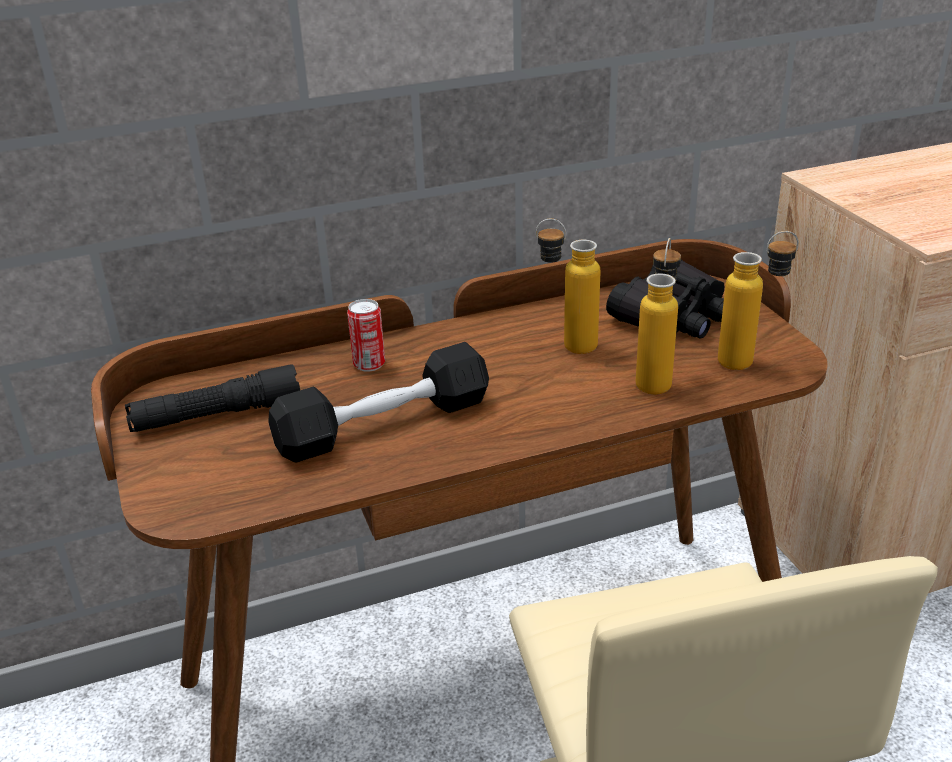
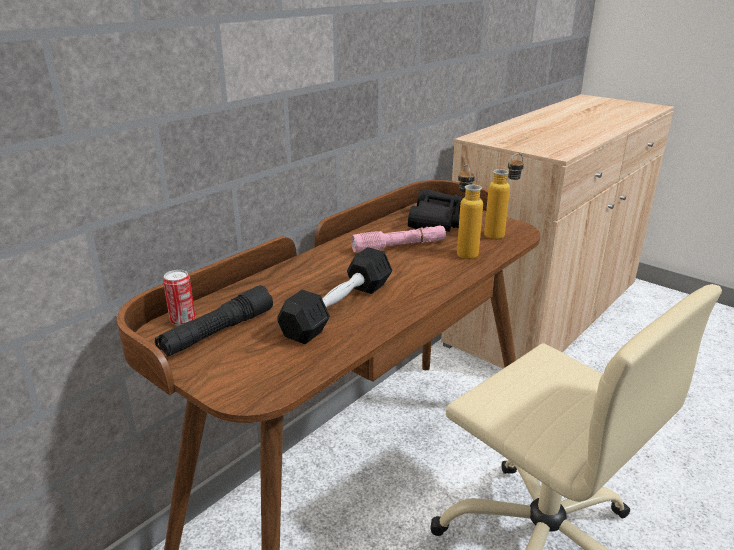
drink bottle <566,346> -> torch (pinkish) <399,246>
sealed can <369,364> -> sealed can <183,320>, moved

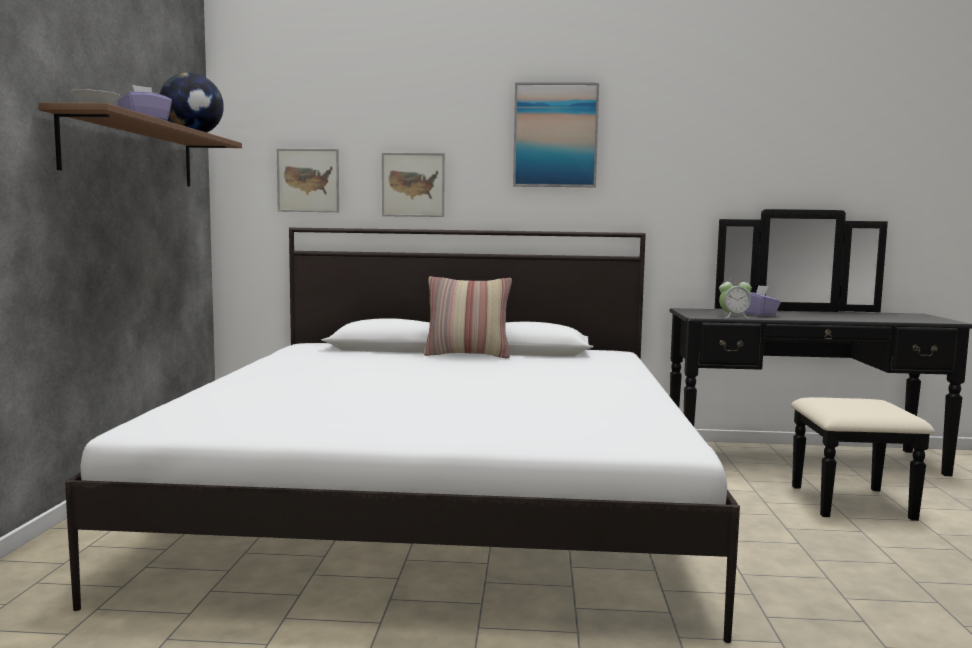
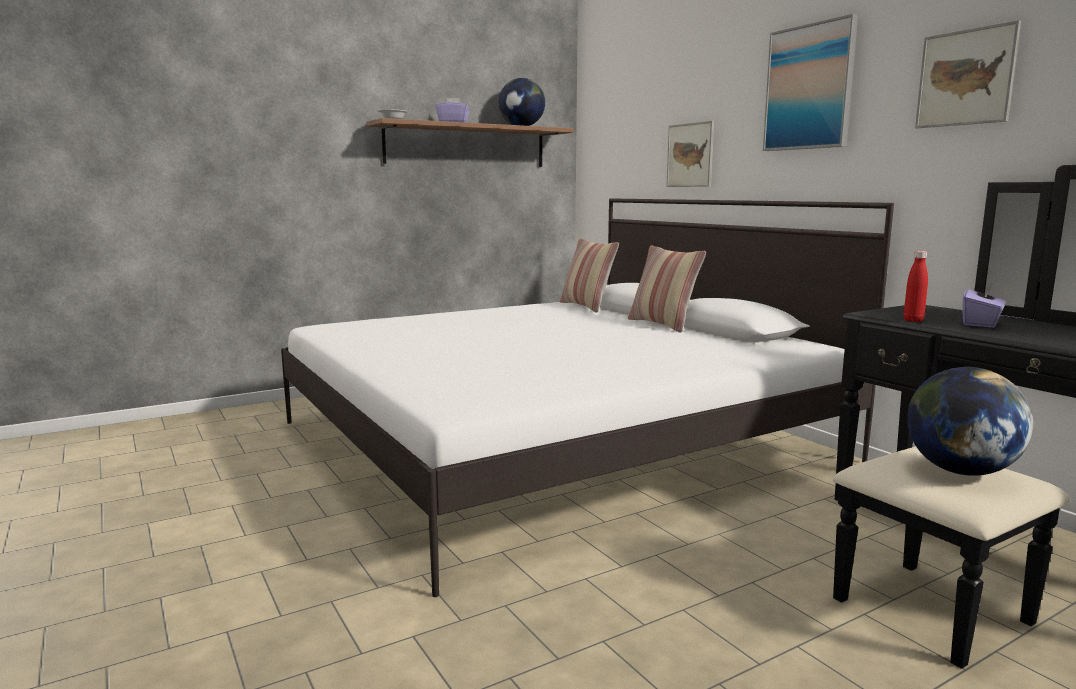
wall art <308,180> -> wall art <965,78>, moved
alarm clock <734,317> -> drink bottle (red) <913,320>
none -> pillow <586,306>
none -> world globe <960,471>

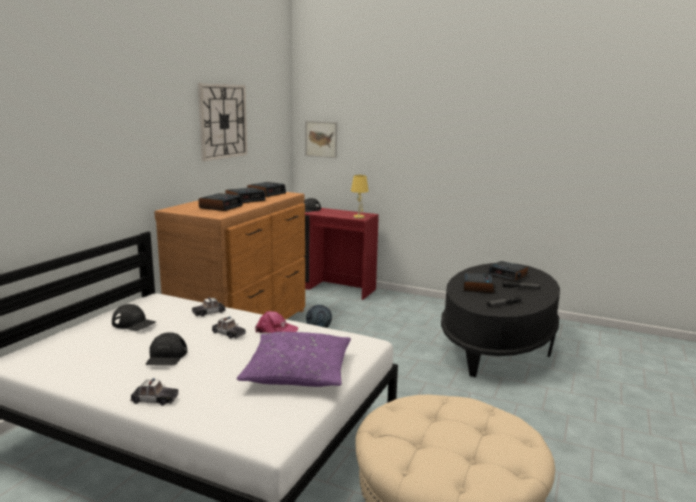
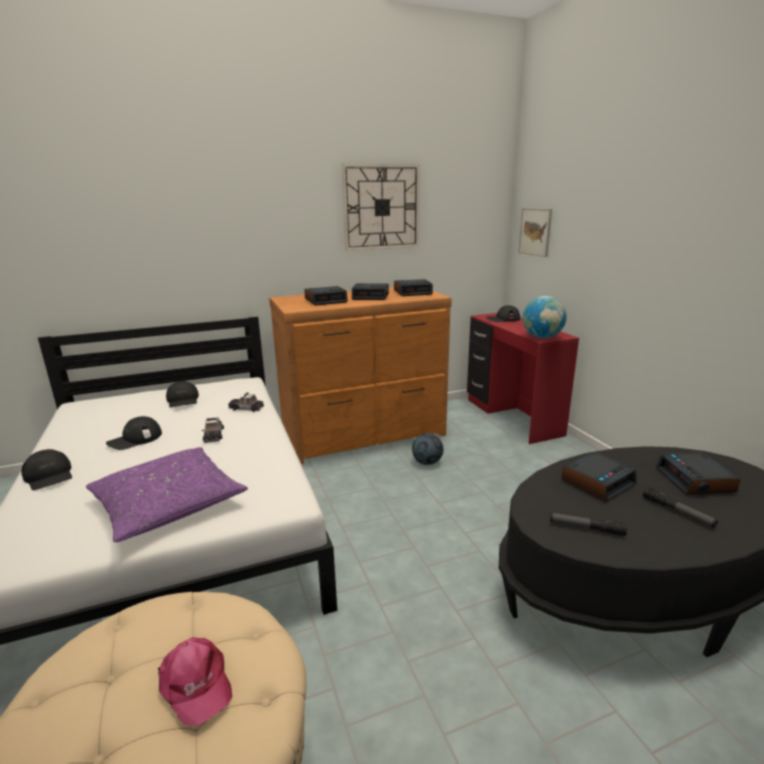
table lamp (yellowish) <359,217> -> world globe <542,337>
peaked cap (pinkish) <275,330> -> peaked cap (pinkish) <195,684>, moved
toy car <154,399> -> peaked cap (black) <49,476>

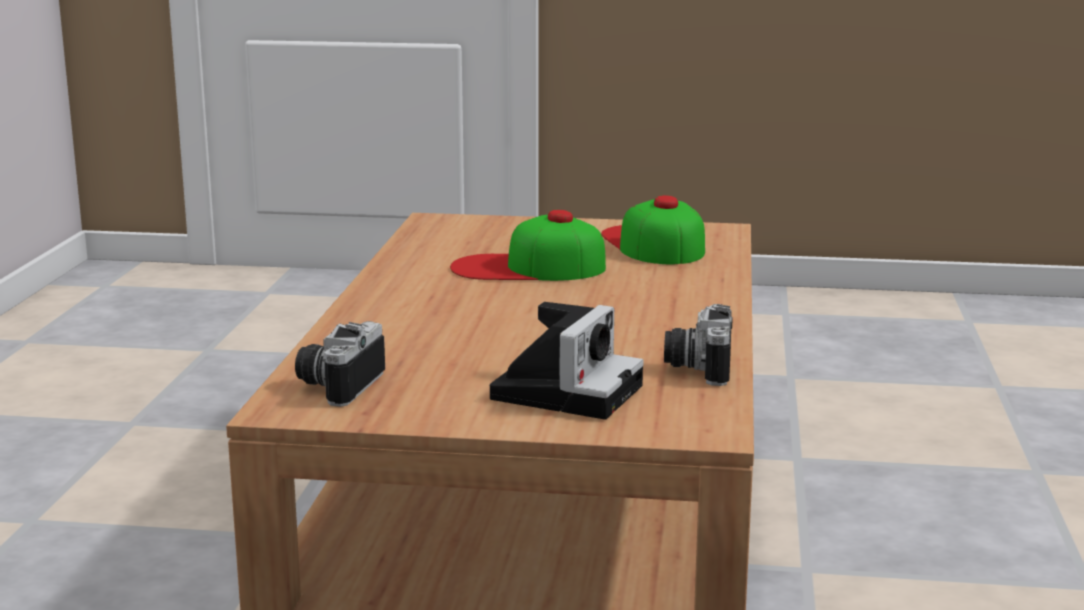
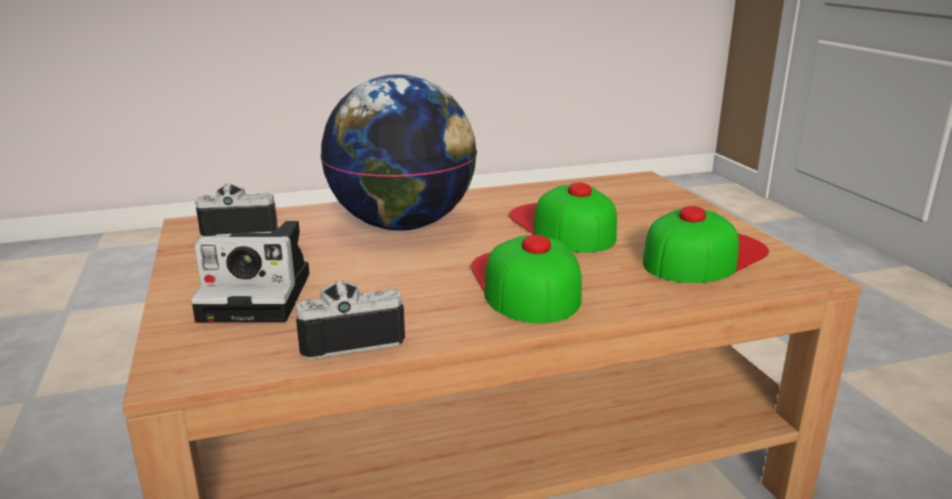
none -> world globe <403,225>
none -> peaked cap <524,283>

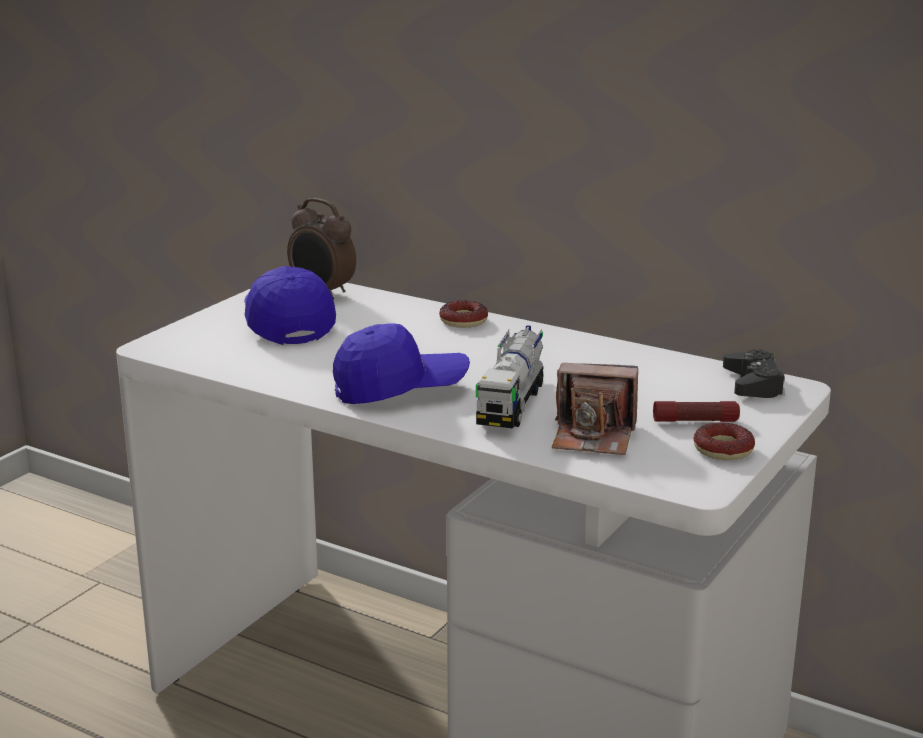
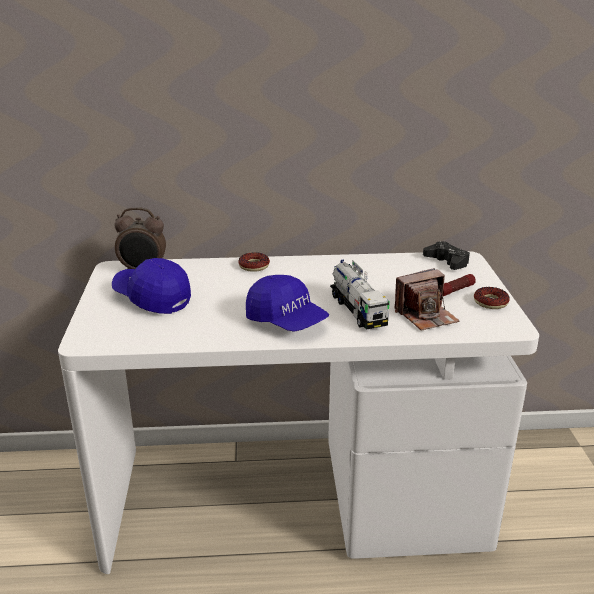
peaked cap (bluish) <400,390> -> peaked cap (bluish) <286,321>, 90 degrees clockwise

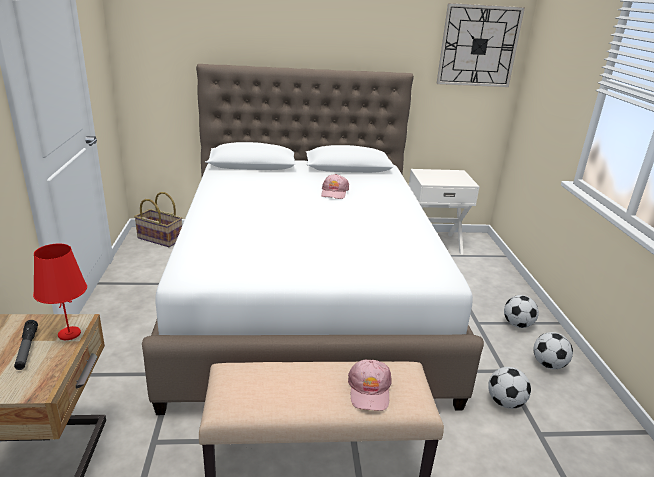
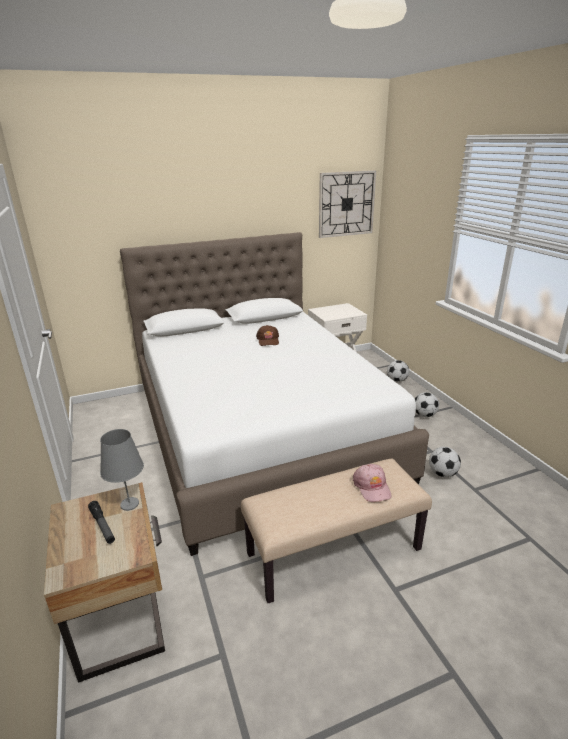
peaked cap (pinkish) <334,192> -> peaked cap (brown) <268,340>
household basket <159,239> -> none
table lamp (red) <69,334> -> table lamp (grey) <129,504>
ball for football <548,364> -> ball for football <397,380>, moved

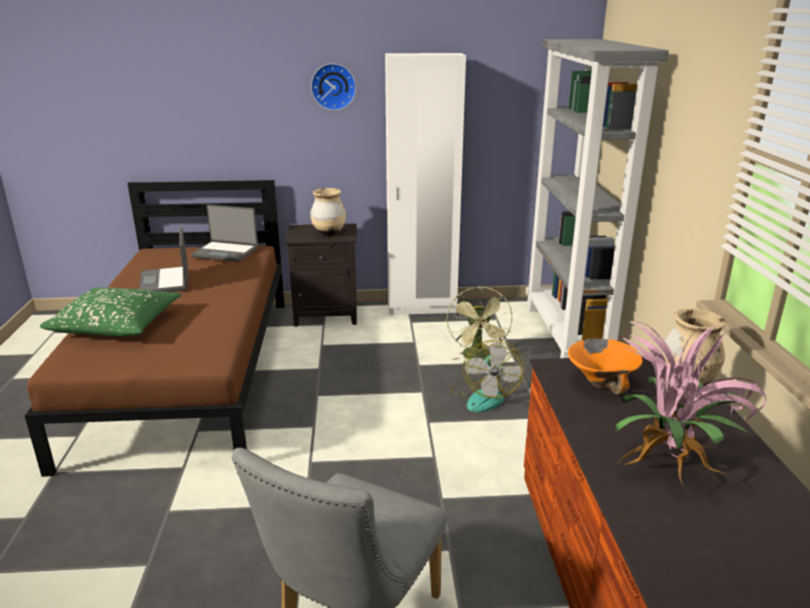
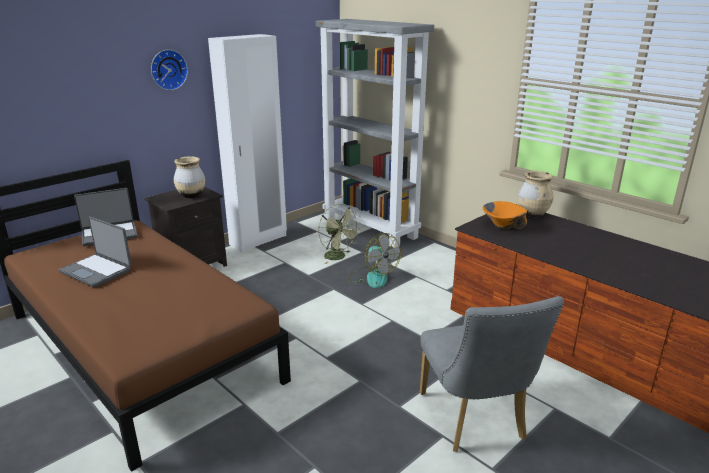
pillow (green) <117,325> -> none
potted plant <671,463> -> none

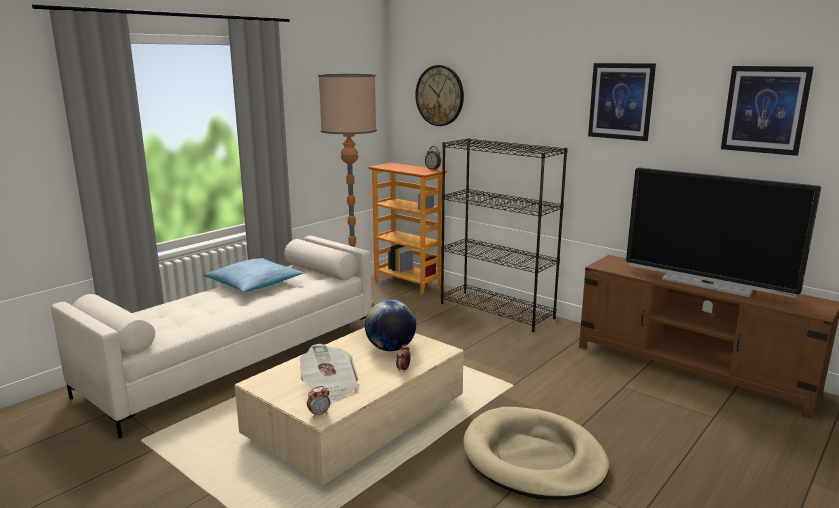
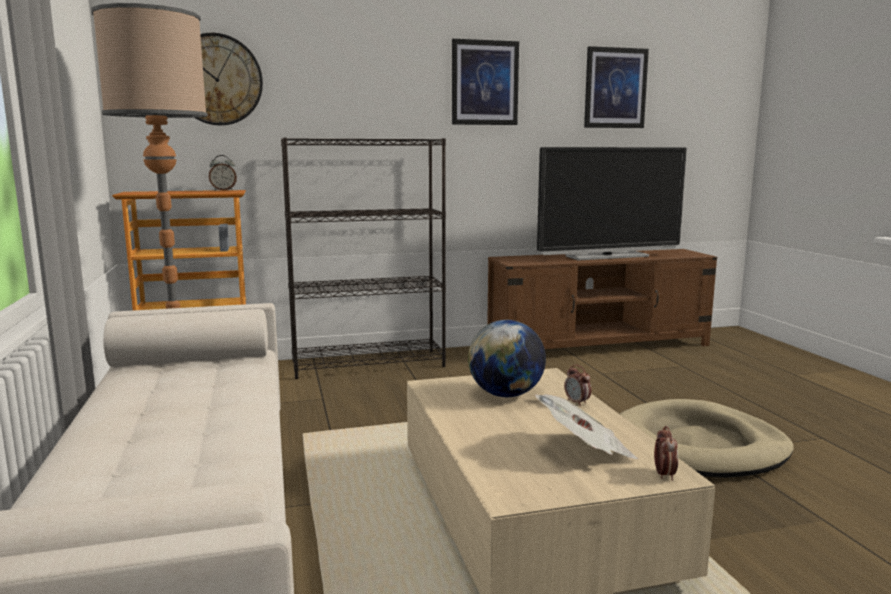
pillow <254,284> -> none

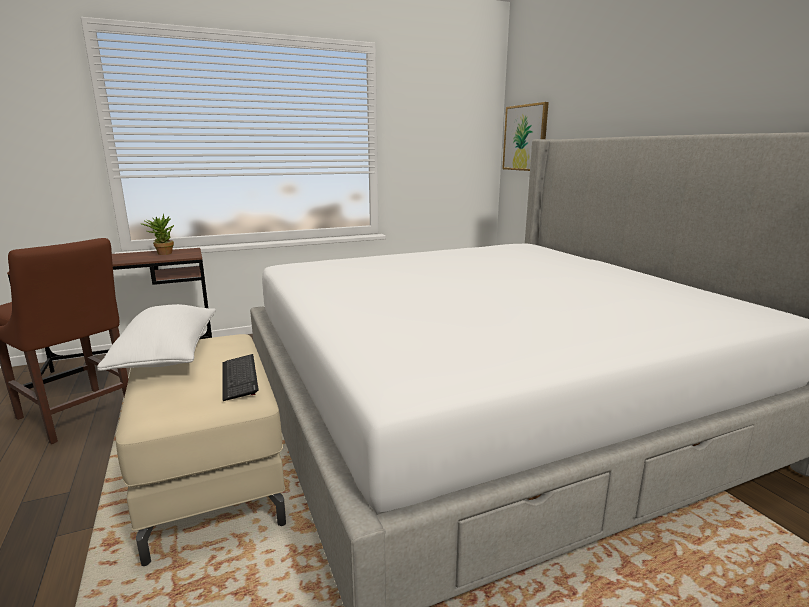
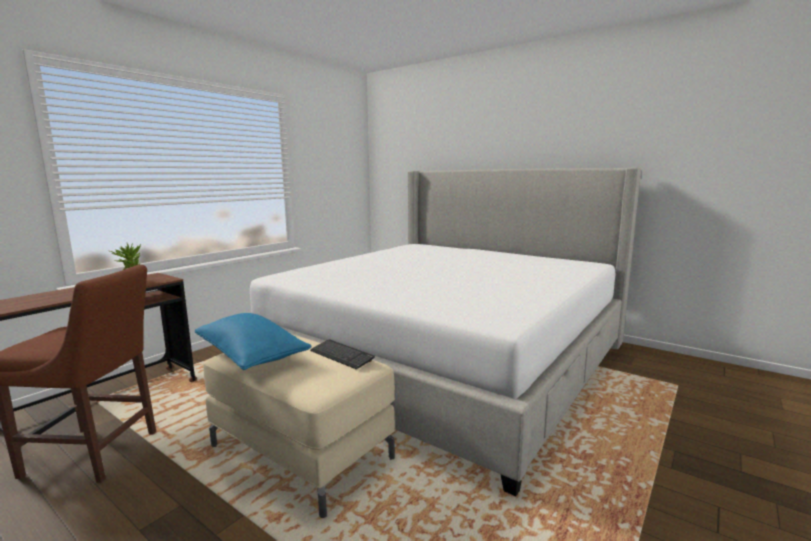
wall art <525,138> -> none
pillow (white) <168,355> -> pillow (bluish) <251,356>

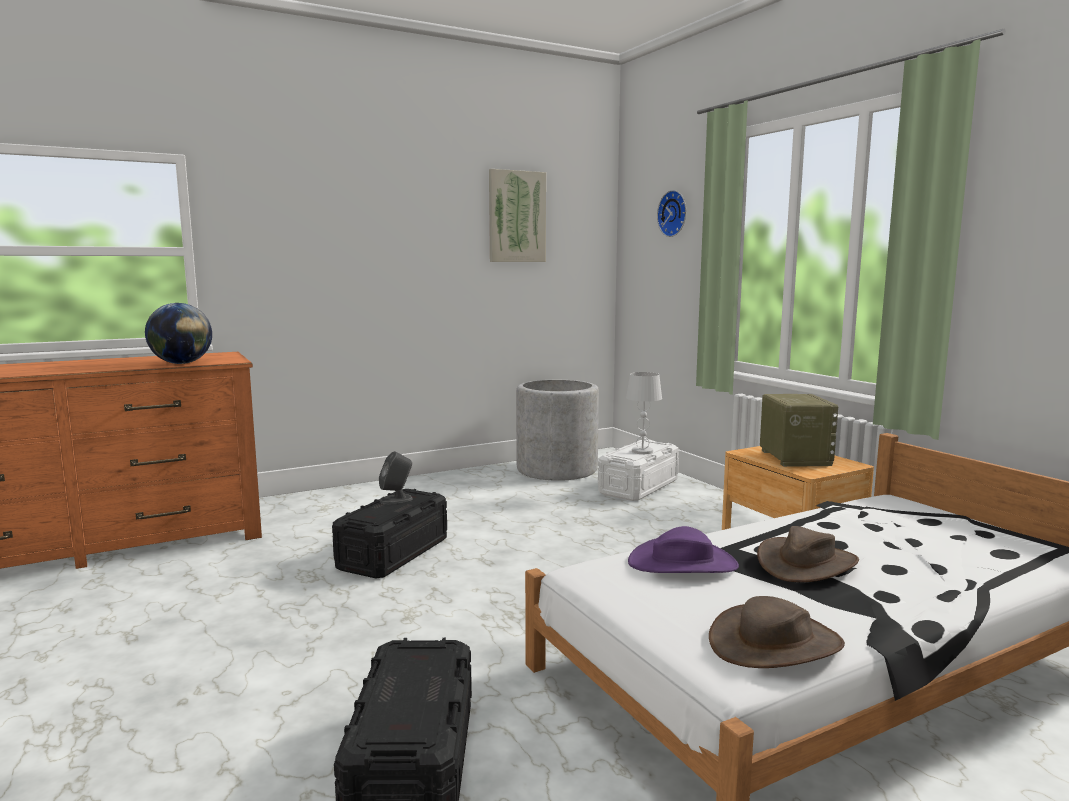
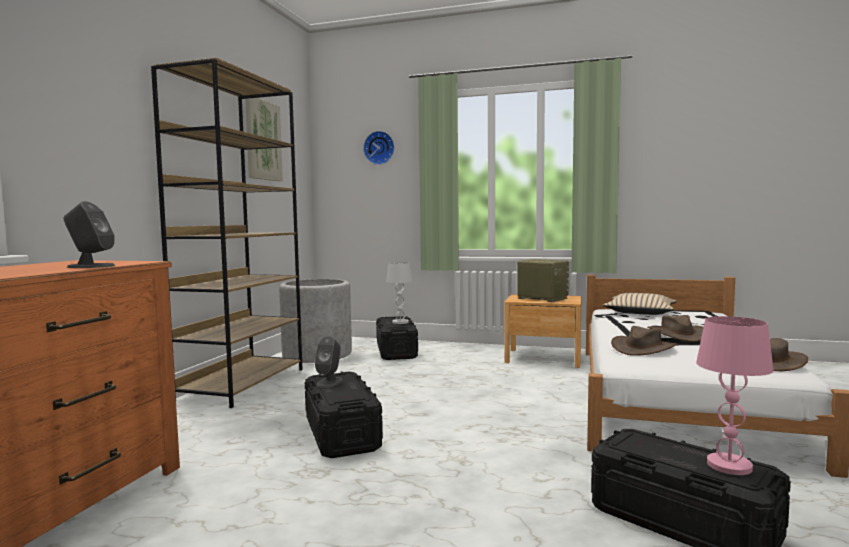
world globe <181,363> -> audio speaker (grey) <90,266>
storage container (white) <639,487> -> storage container (black) <396,351>
wearable hat (purple-coloured) <682,563> -> wearable hat (brown) <643,348>
none -> shelving unit (brown) <243,384>
none -> pillow (sand-coloured) <640,312>
none -> table lamp (pinkish) <729,465>

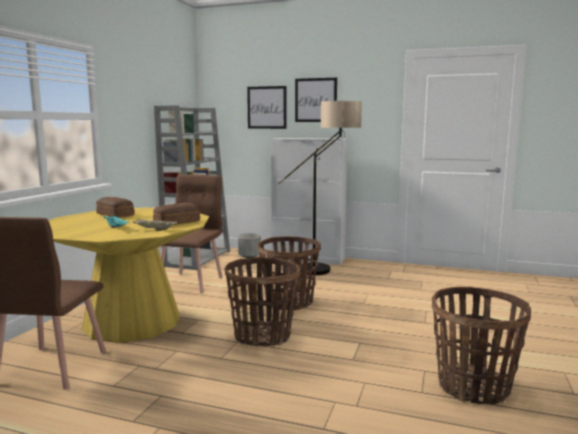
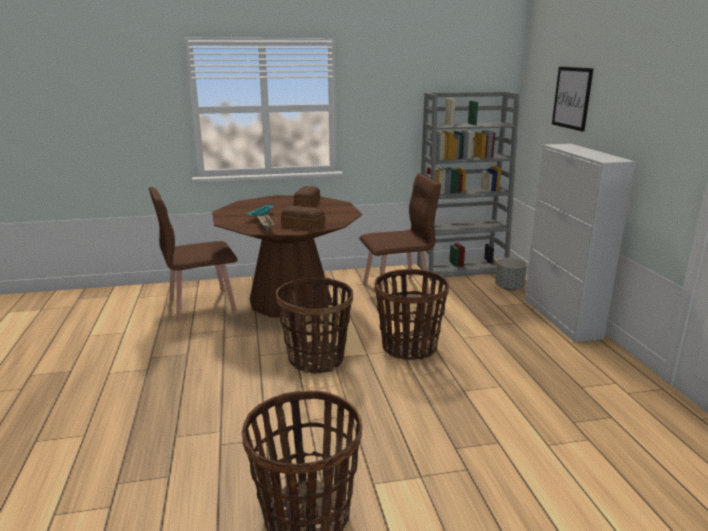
wall art <315,100> -> none
standing lamp <327,271> -> none
dining table (yellowish) <132,322> -> dining table (brown) <290,300>

